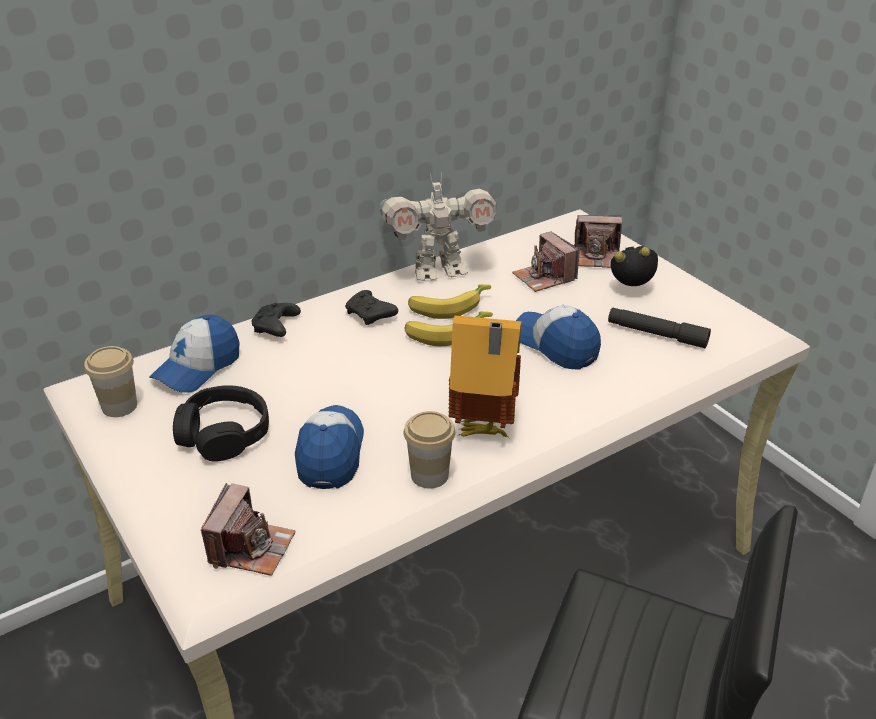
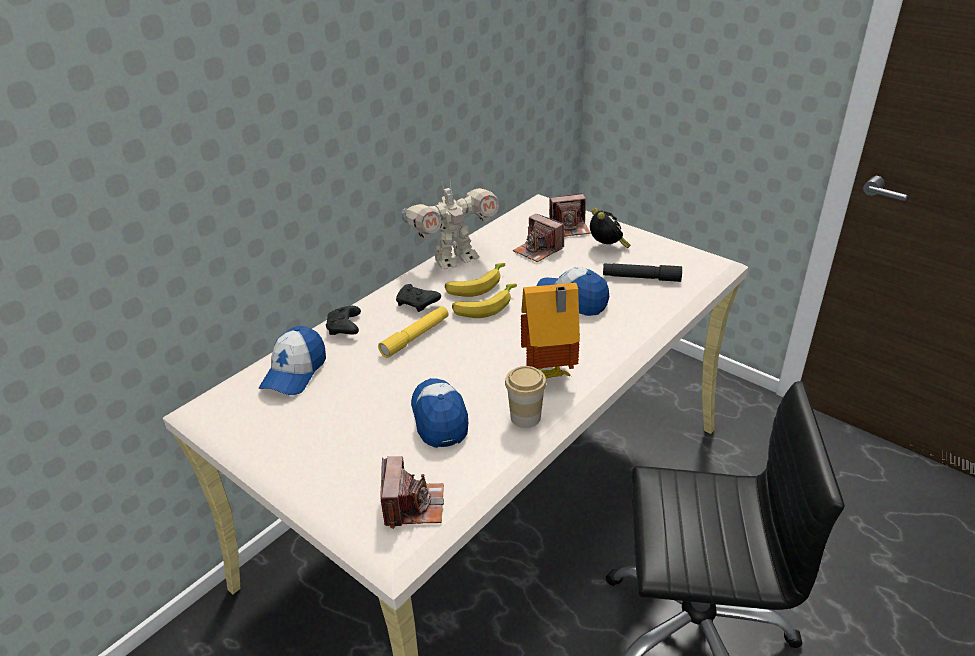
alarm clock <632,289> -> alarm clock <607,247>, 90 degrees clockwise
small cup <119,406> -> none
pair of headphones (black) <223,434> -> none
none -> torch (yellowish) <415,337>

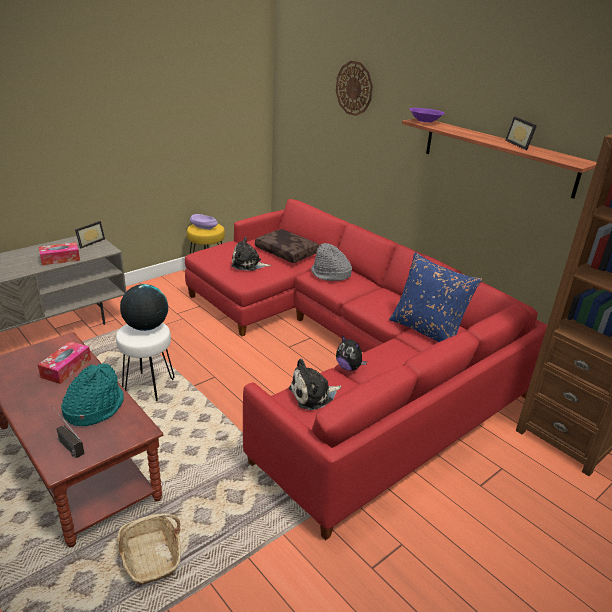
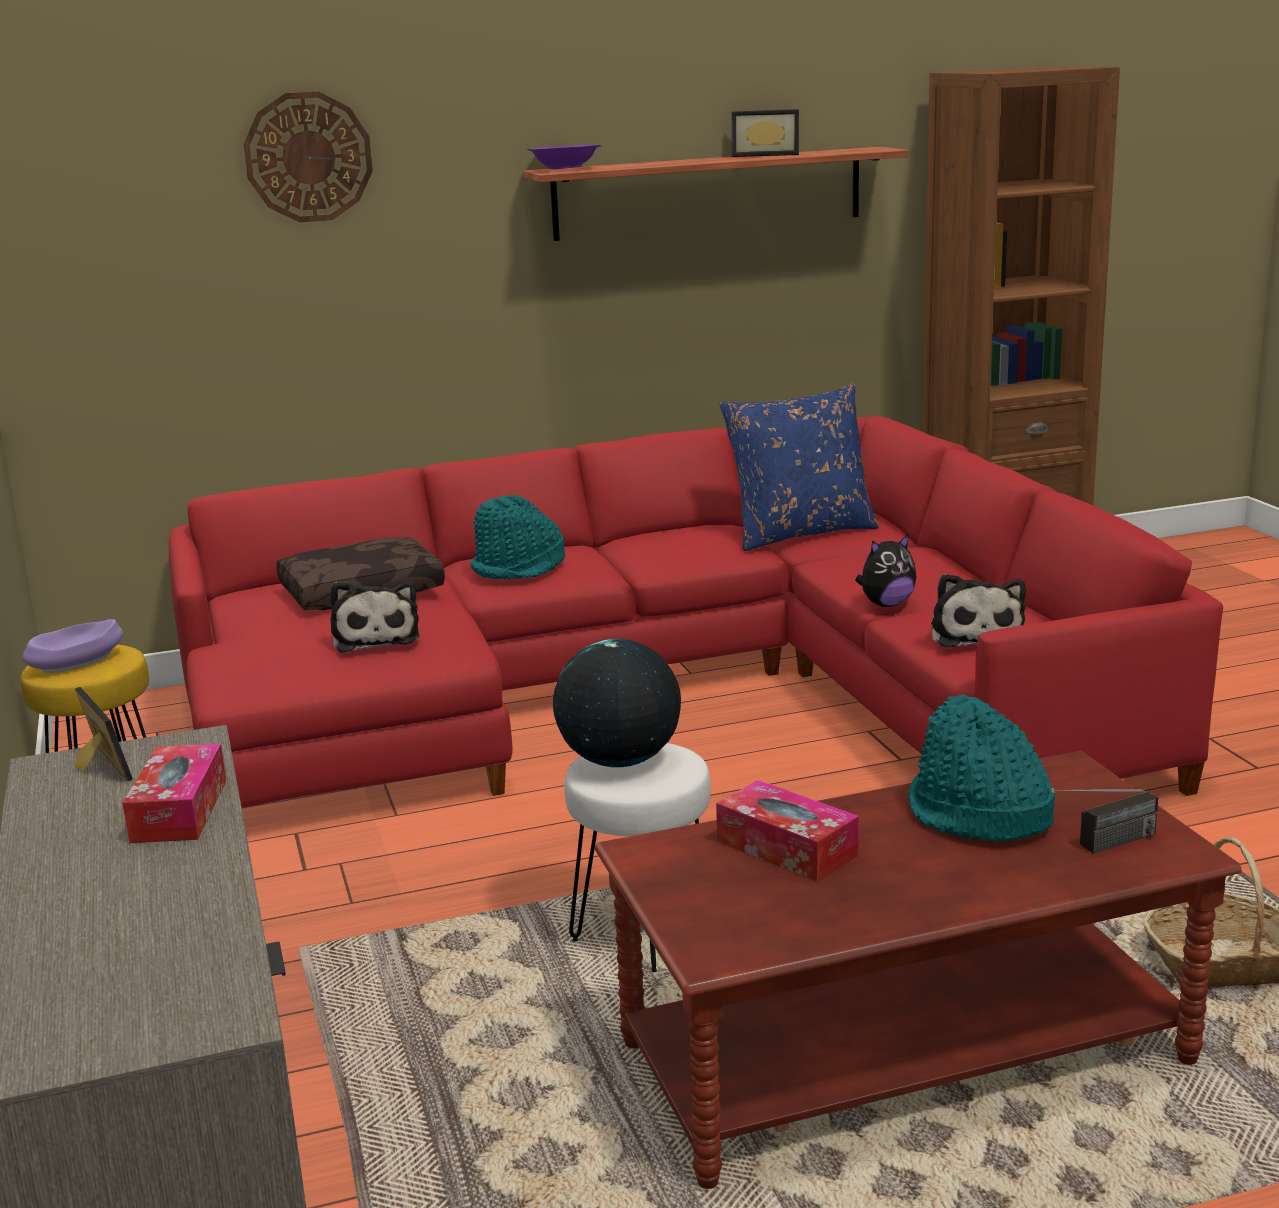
cuddly toy <248,264> -> cuddly toy <376,637>, 45 degrees counterclockwise
wearable hat (grey) <330,274> -> wearable hat (turquoise-coloured) <519,568>

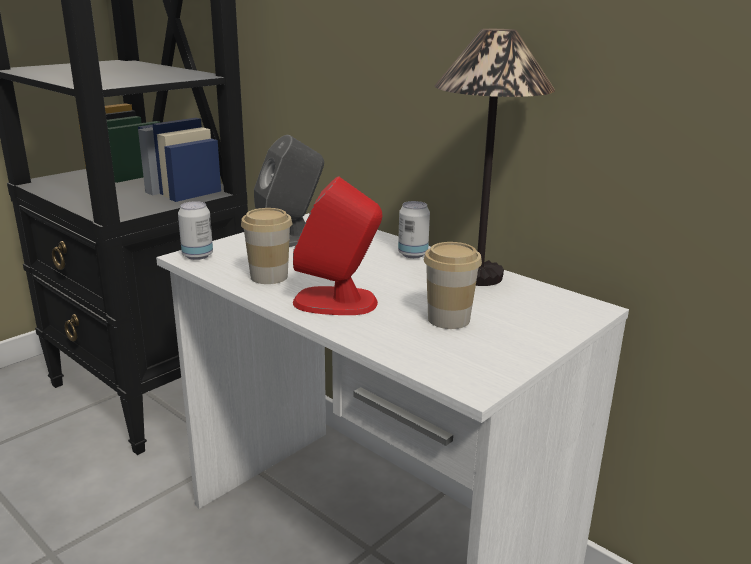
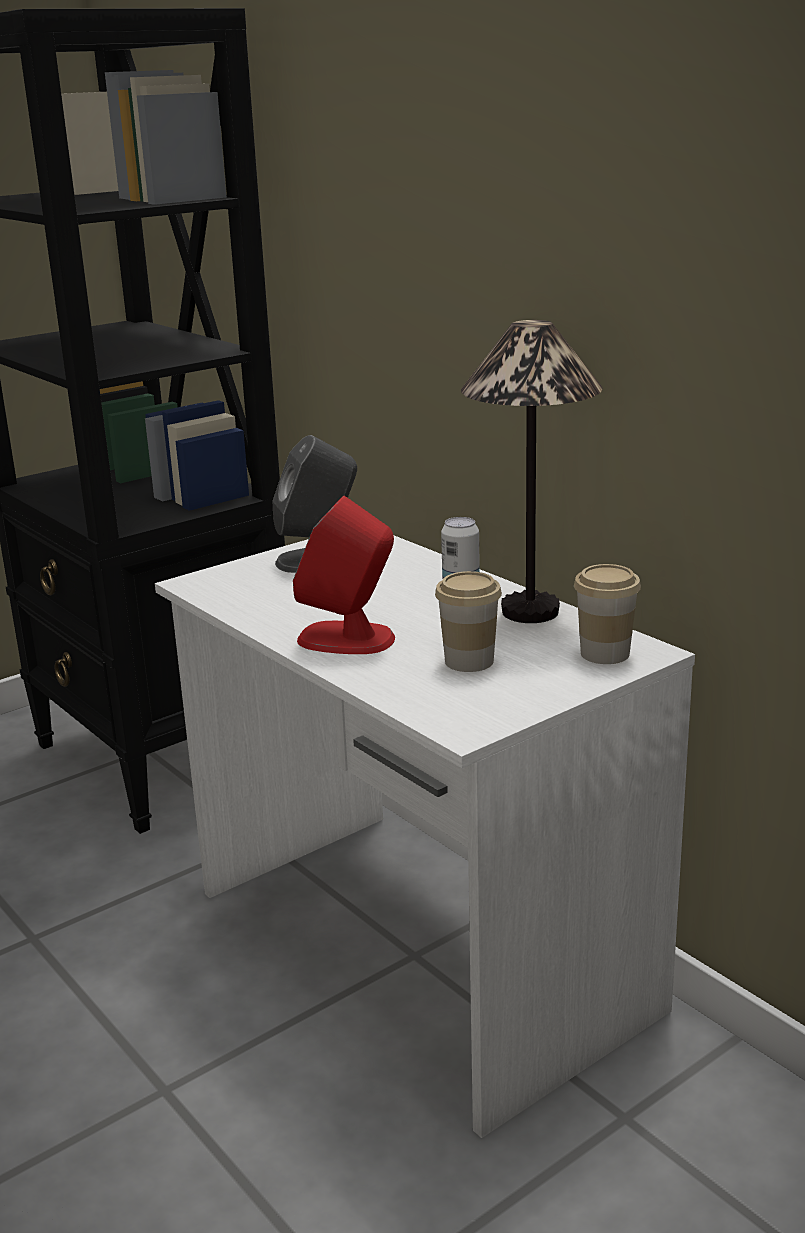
sealed can <197,255> -> none
small cup <269,276> -> small cup <605,653>, moved

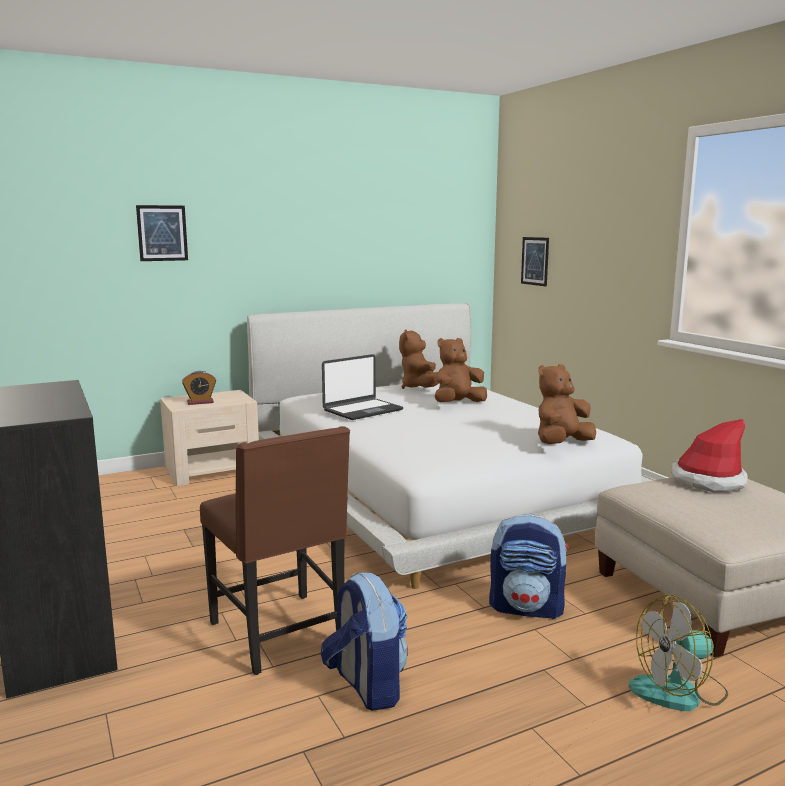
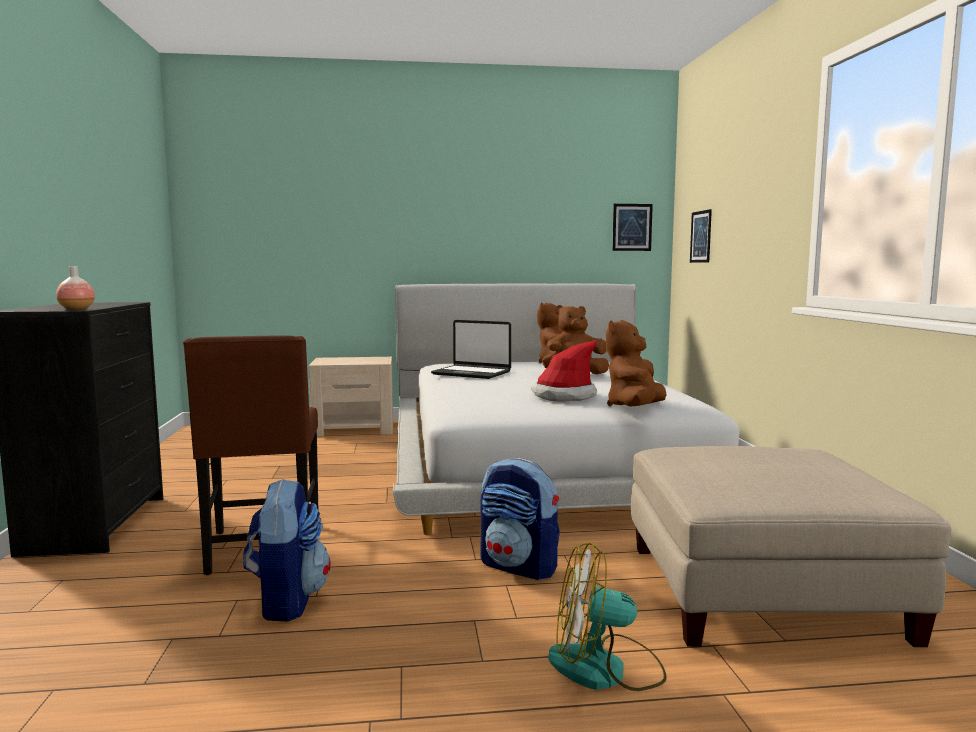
wall art <162,233> -> wall art <632,227>, moved
laptop <362,410> -> laptop <472,373>, 45 degrees clockwise
cuddly toy (brown) <561,444> -> cuddly toy (brown) <635,408>, 45 degrees counterclockwise
alarm clock <200,402> -> none
wearable hat <708,481> -> wearable hat <564,396>, moved
none -> decorative vase <76,309>

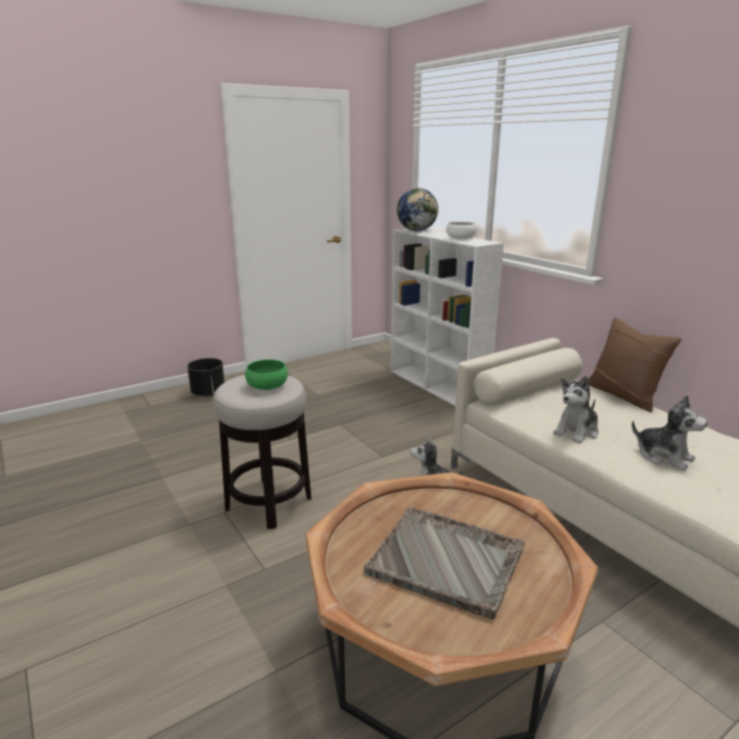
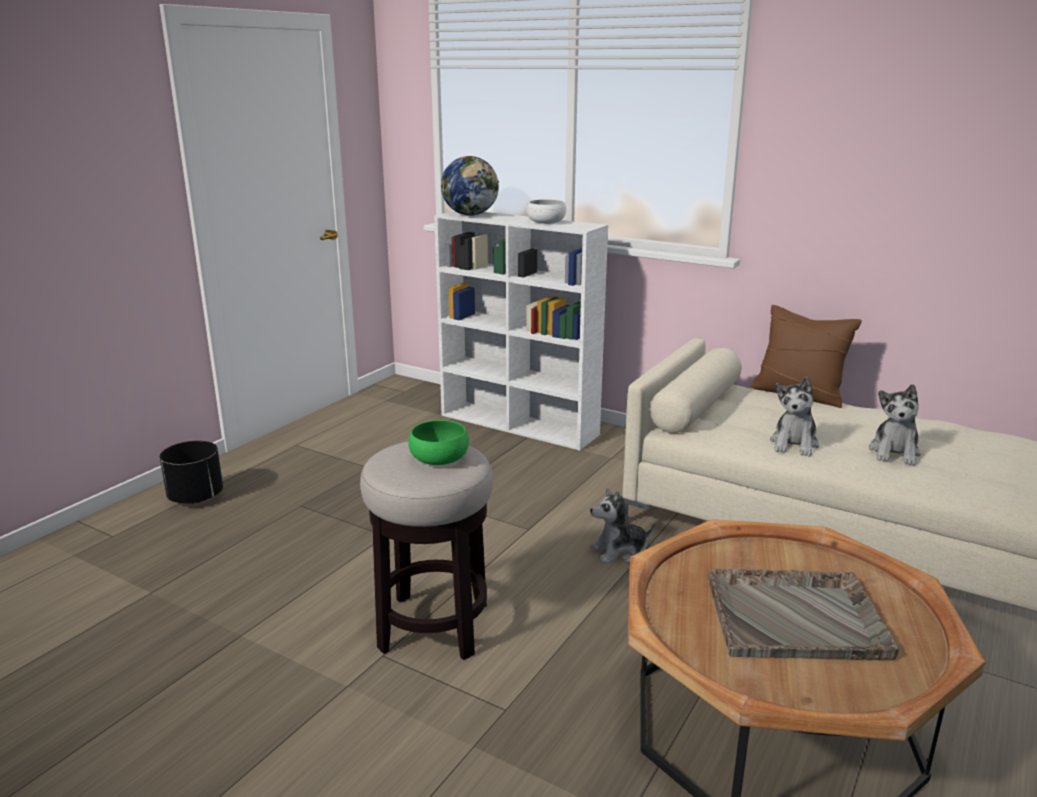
cuddly toy <663,456> -> cuddly toy <894,452>, 90 degrees clockwise

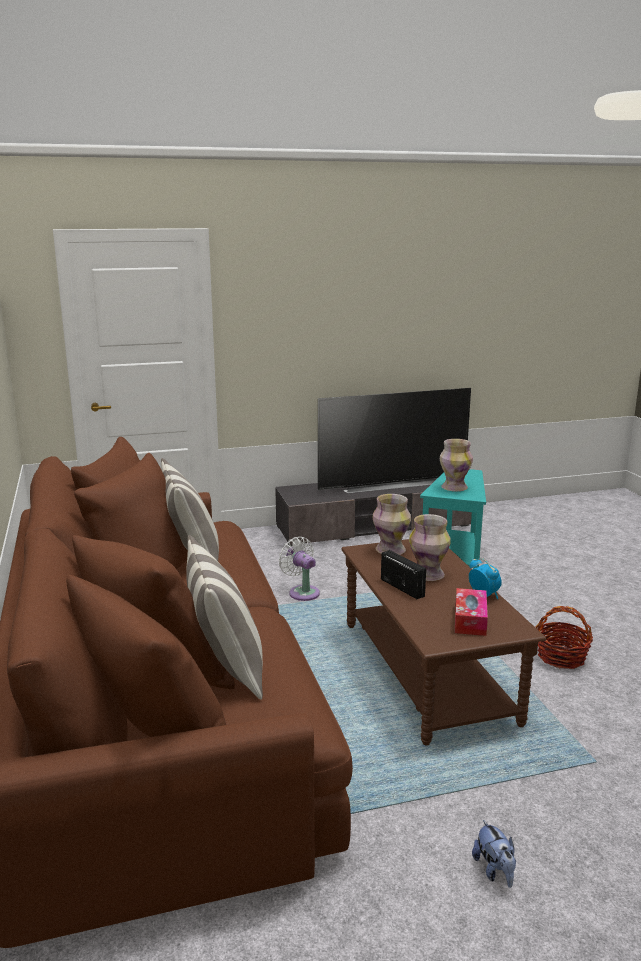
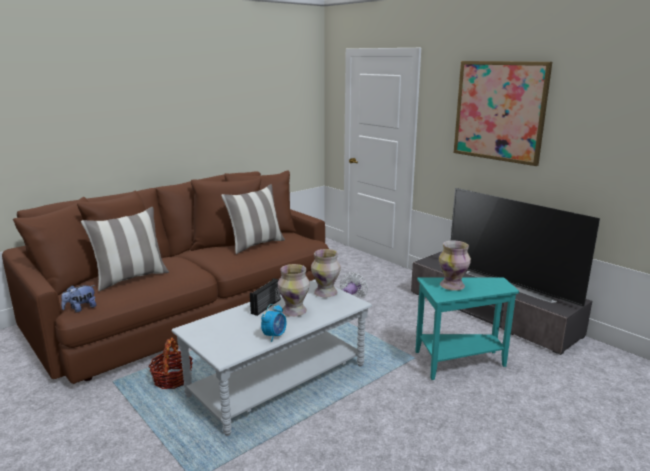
lounge table (brown) <427,671> -> lounge table (grey) <279,380>
tissue holder <470,620> -> none
household basket <561,657> -> household basket <172,379>, moved
cuddly toy <495,871> -> cuddly toy <80,309>, moved
none -> wall art <499,111>

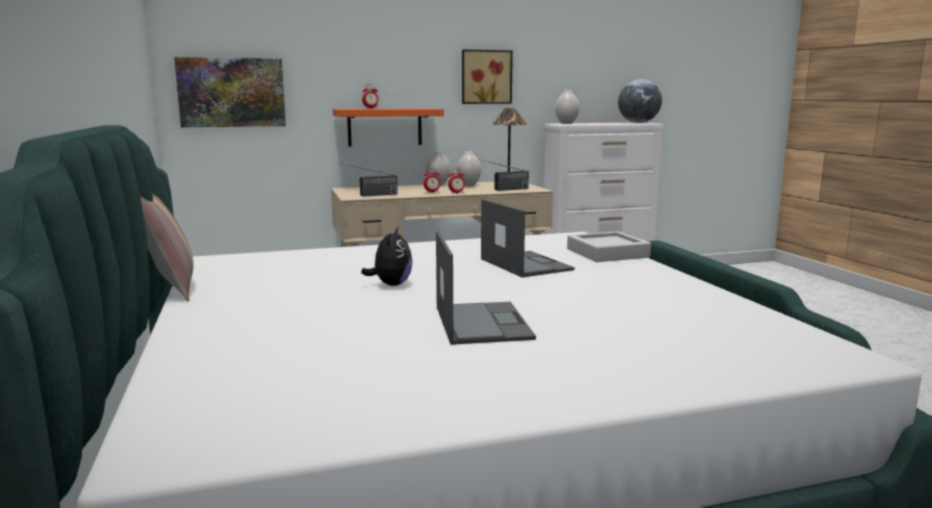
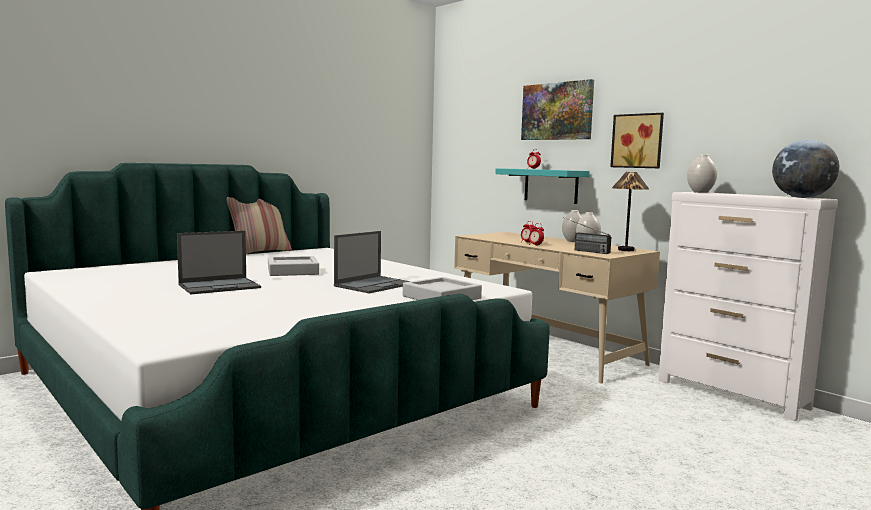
wall art <232,92> -> wall art <557,111>, moved
shelf (orangey) <384,127> -> shelf (turquoise-coloured) <551,185>
radio set <369,195> -> none
cuddly toy <391,284> -> tray (grey) <293,271>

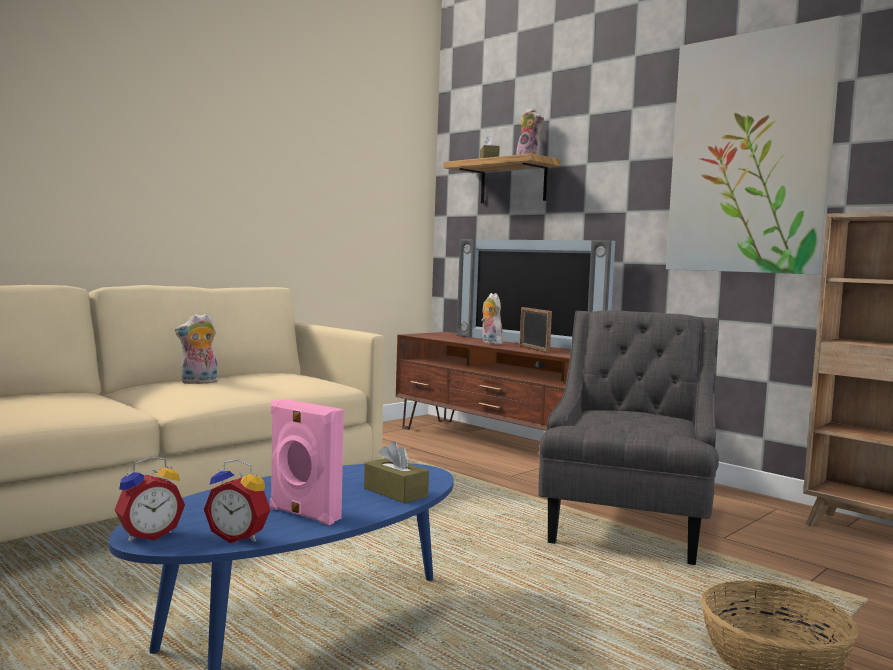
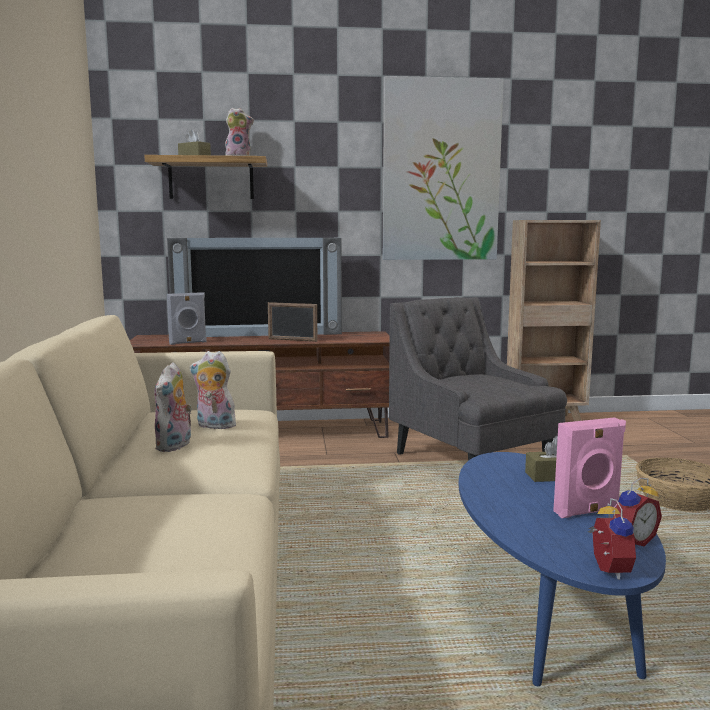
cuddly toy <489,343> -> cuddly toy <214,426>, moved
none -> audio speaker (grey) <188,343>

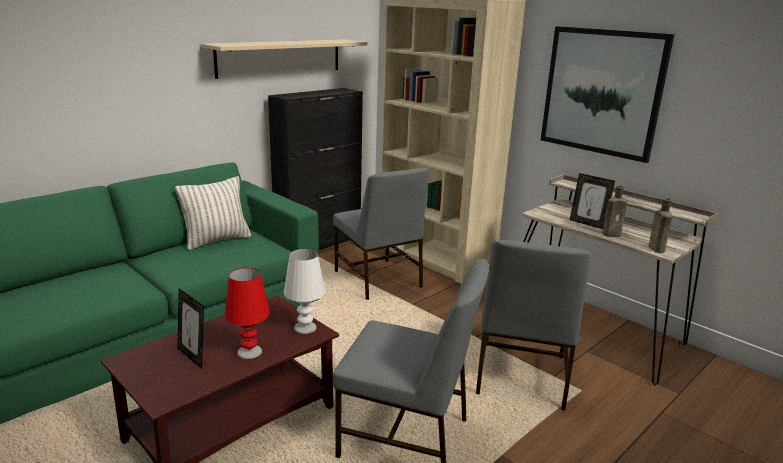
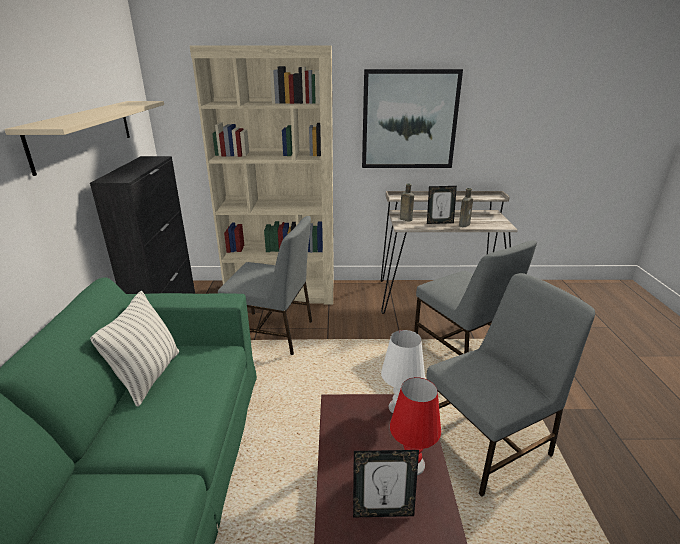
drink bottle (brown) <655,248> -> drink bottle (brown) <405,219>, moved

